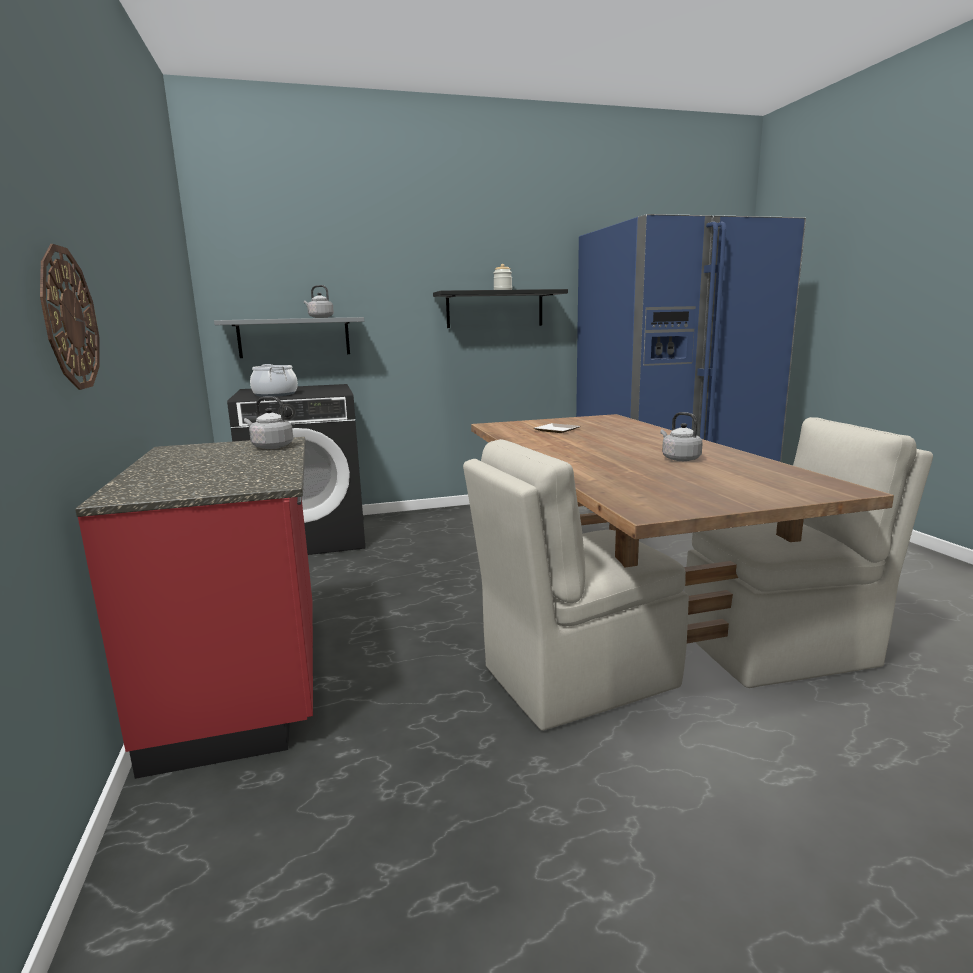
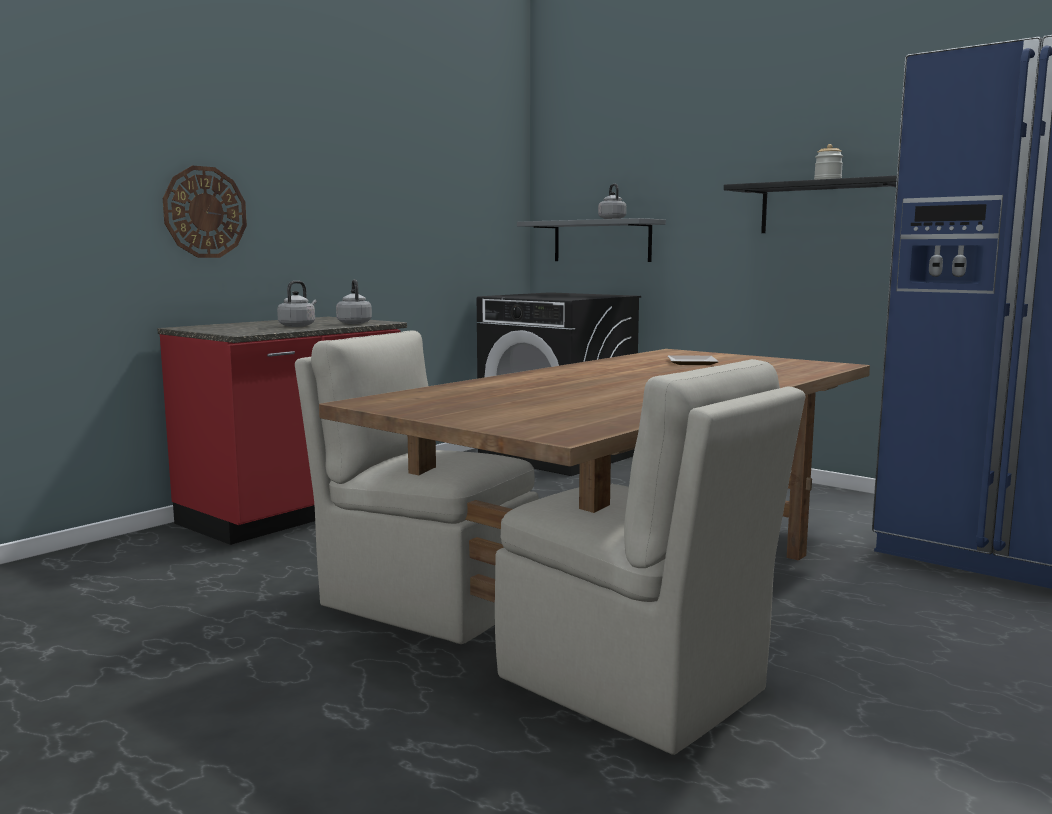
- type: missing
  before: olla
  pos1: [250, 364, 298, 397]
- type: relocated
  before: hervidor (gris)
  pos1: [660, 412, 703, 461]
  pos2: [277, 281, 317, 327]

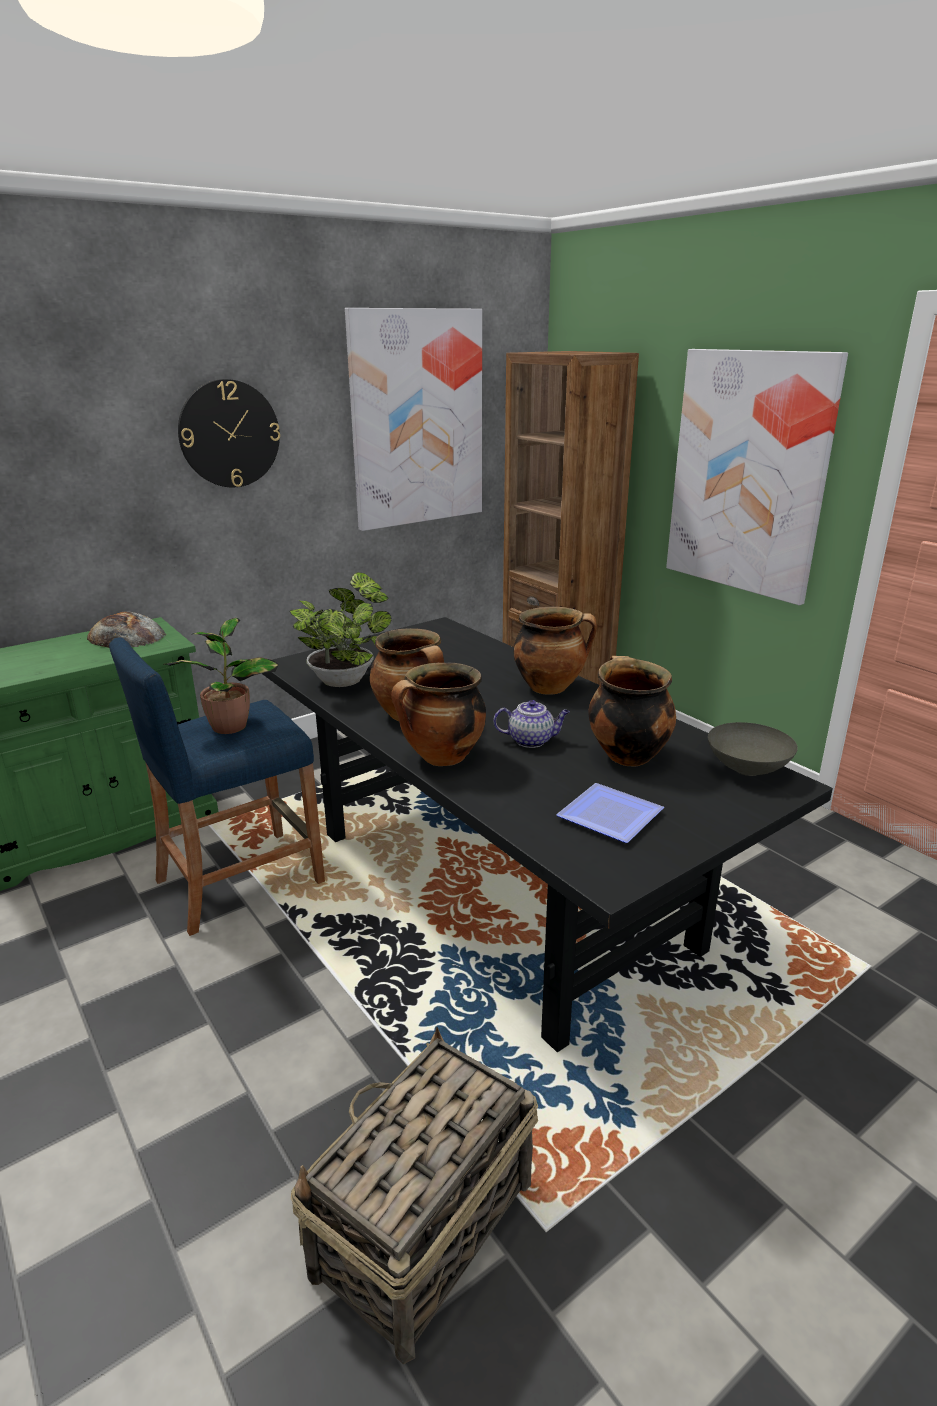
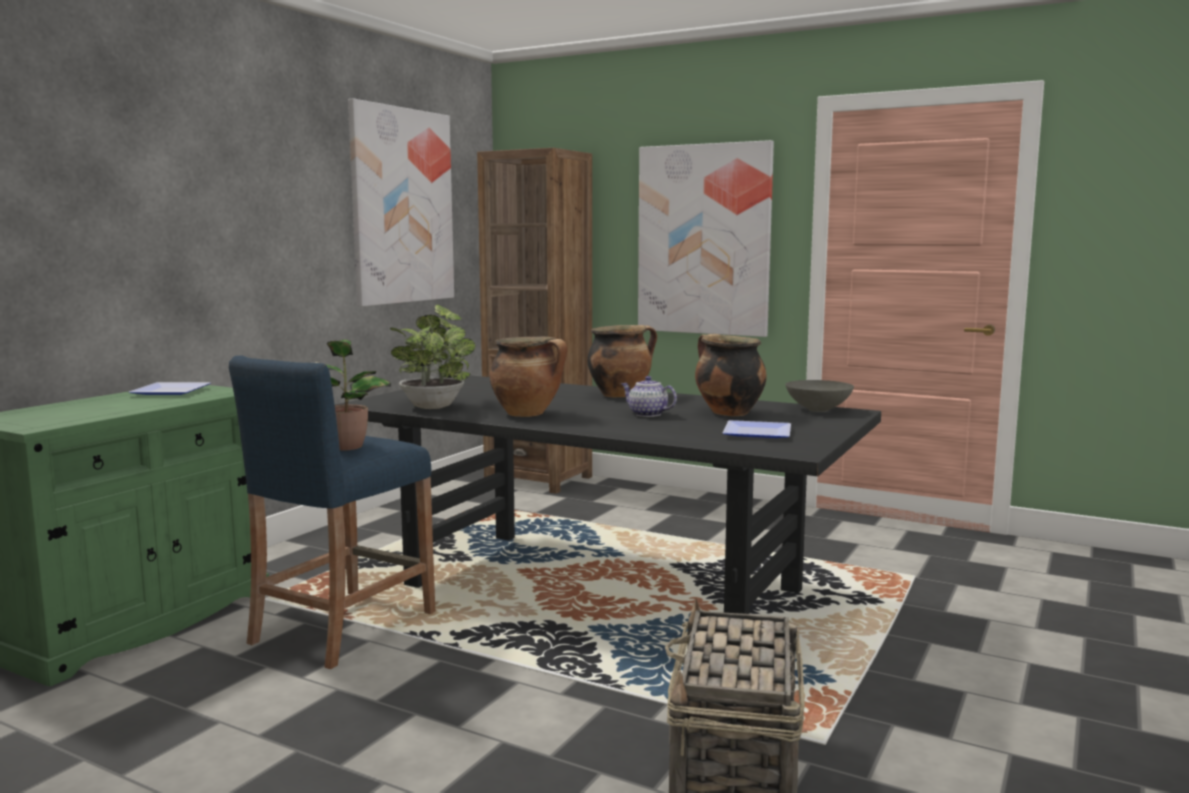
- type: exchanged
  before: pan
  after: plato
  pos1: [87, 611, 166, 648]
  pos2: [129, 382, 211, 395]
- type: missing
  before: reloj de pared
  pos1: [178, 379, 280, 487]
- type: missing
  before: olla
  pos1: [391, 663, 486, 766]
- type: spun
  before: tetera
  pos1: [493, 700, 570, 748]
  pos2: [621, 376, 677, 417]
  turn: -120

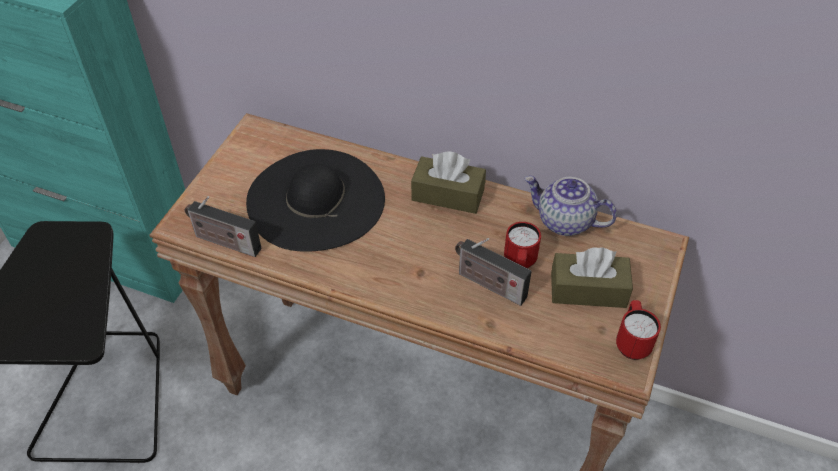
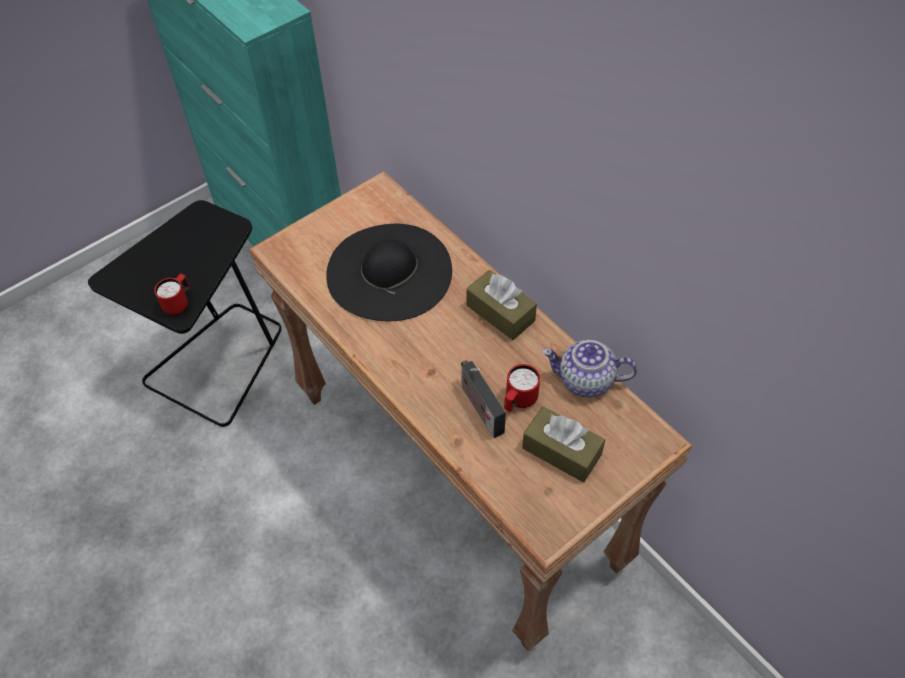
- type: missing
  before: radio
  pos1: [184, 196, 262, 257]
- type: spun
  before: tetera
  pos1: [524, 176, 617, 236]
  pos2: [542, 340, 637, 397]
  turn: -45
- type: relocated
  before: taza grande (rojo)
  pos1: [616, 300, 661, 360]
  pos2: [154, 274, 190, 315]

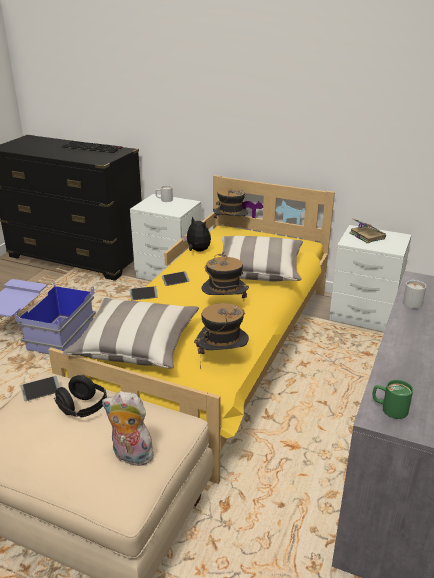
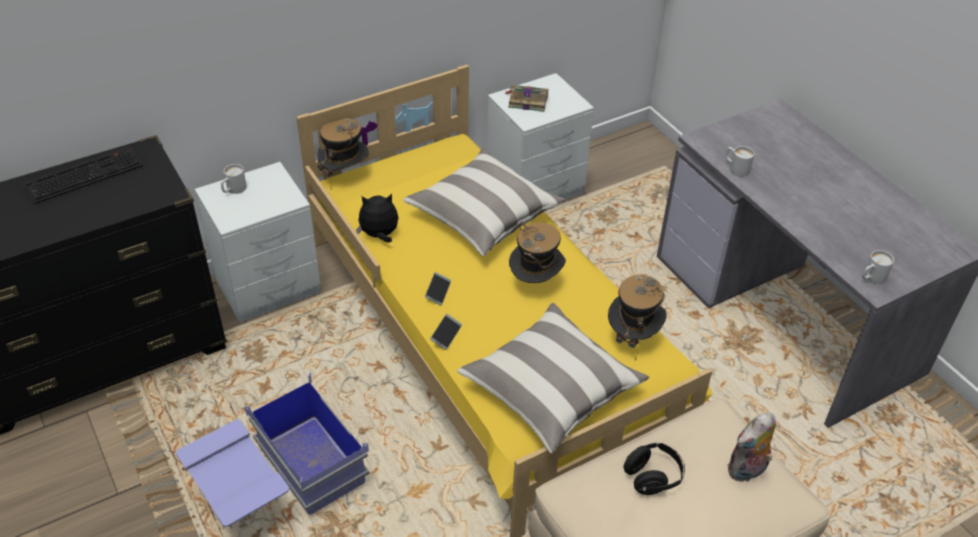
- type: missing
  before: móvil
  pos1: [21, 376, 60, 401]
- type: colour
  before: taza grande (verde)
  after: taza grande (blanco)
  pos1: [372, 380, 413, 419]
  pos2: [862, 250, 894, 284]

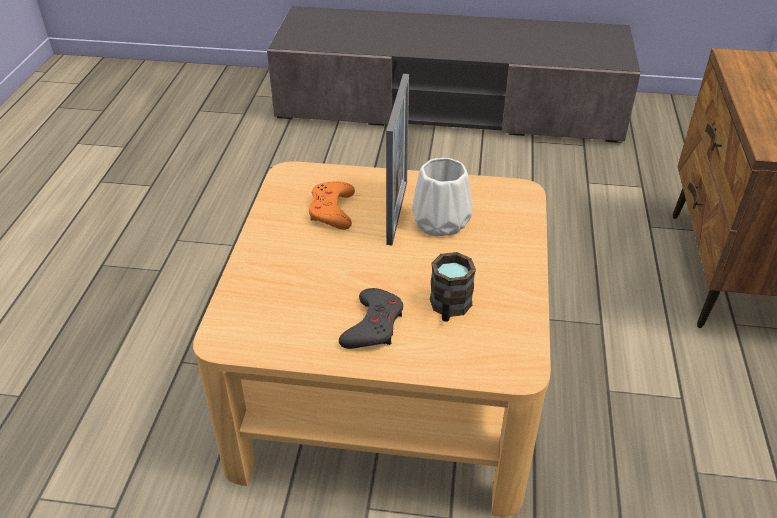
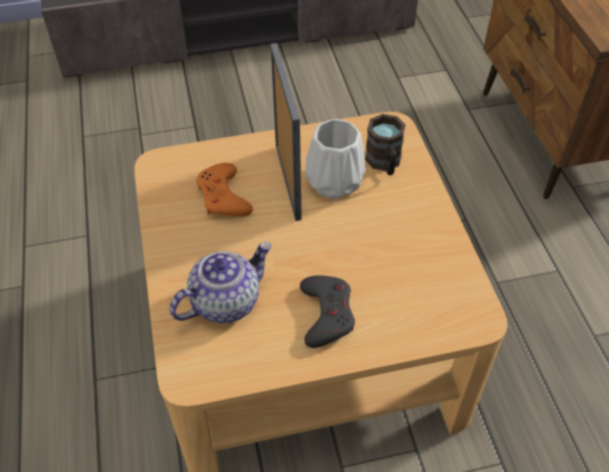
- type: relocated
  before: taza grande (marrón)
  pos1: [430, 252, 476, 322]
  pos2: [365, 114, 406, 175]
- type: appeared
  after: tetera
  pos2: [170, 242, 272, 323]

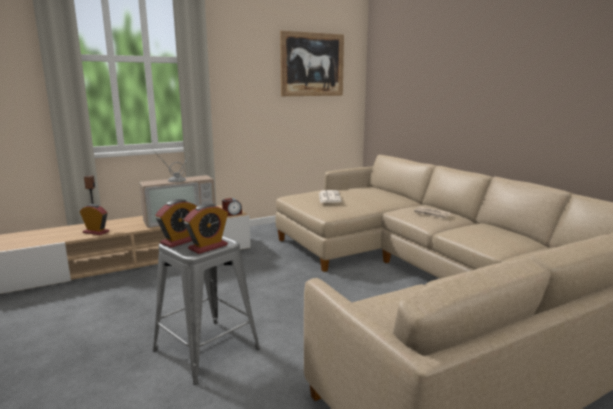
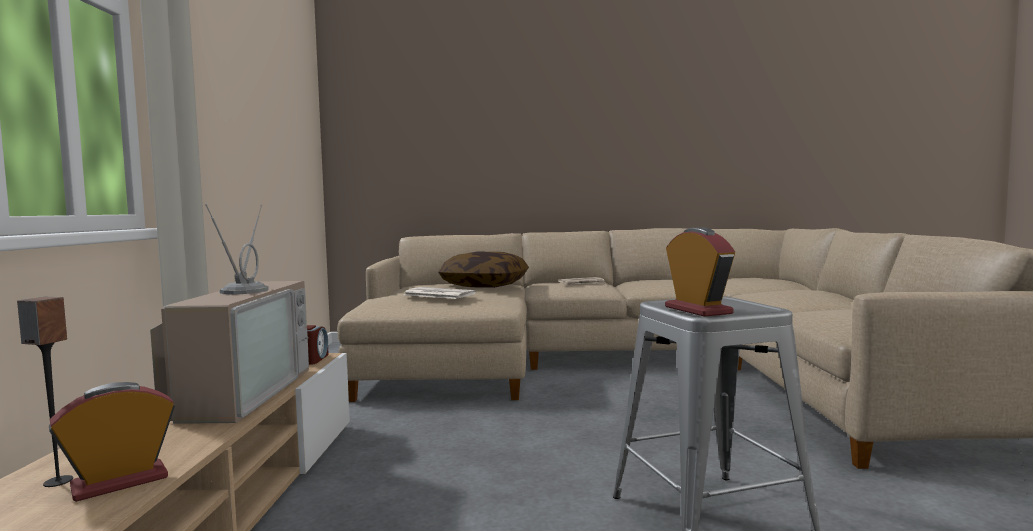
- type: missing
  before: despertador
  pos1: [183, 203, 228, 254]
- type: missing
  before: cuadro
  pos1: [280, 31, 344, 96]
- type: appeared
  after: cojín
  pos2: [438, 252, 529, 288]

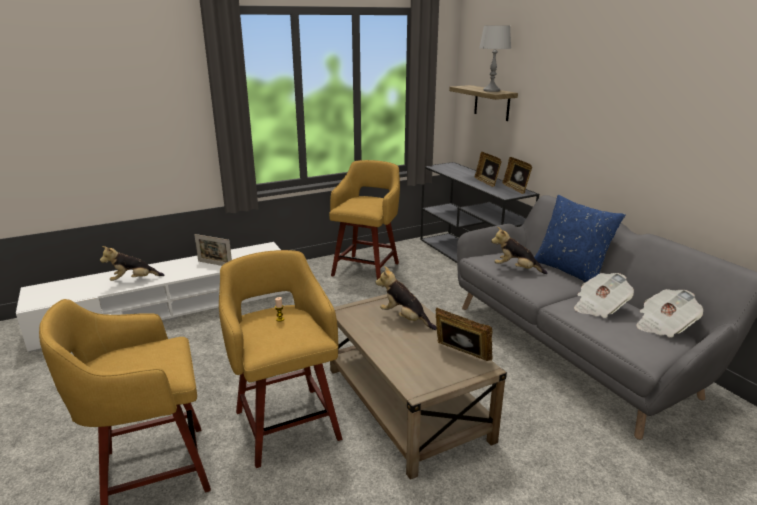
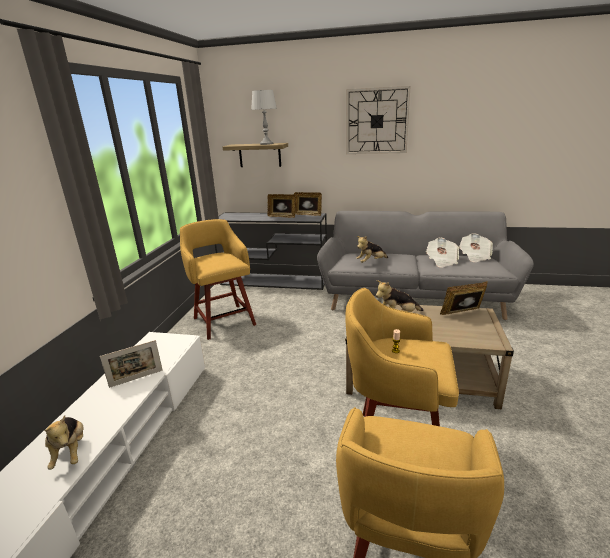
- type: spun
  before: peluche
  pos1: [100, 246, 165, 281]
  pos2: [44, 415, 83, 470]
  turn: -45
- type: missing
  before: cojín (azul)
  pos1: [534, 195, 625, 282]
- type: appeared
  after: reloj de pared
  pos2: [346, 86, 410, 154]

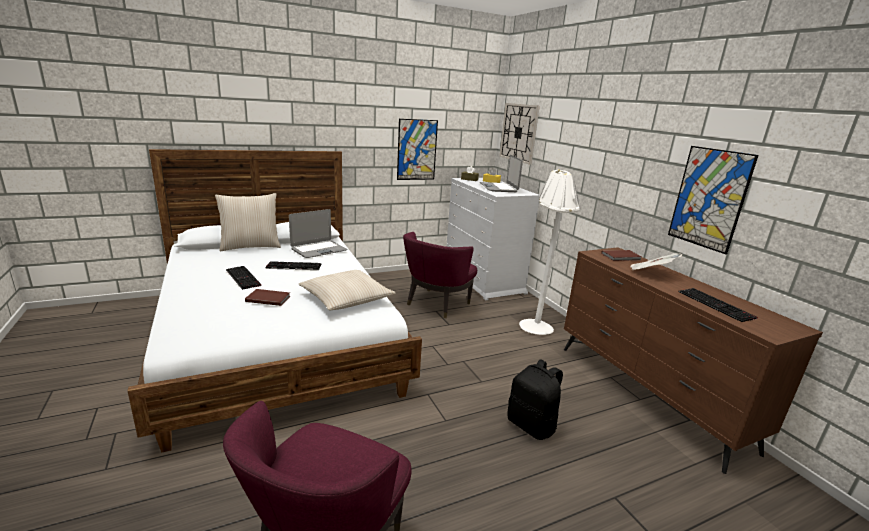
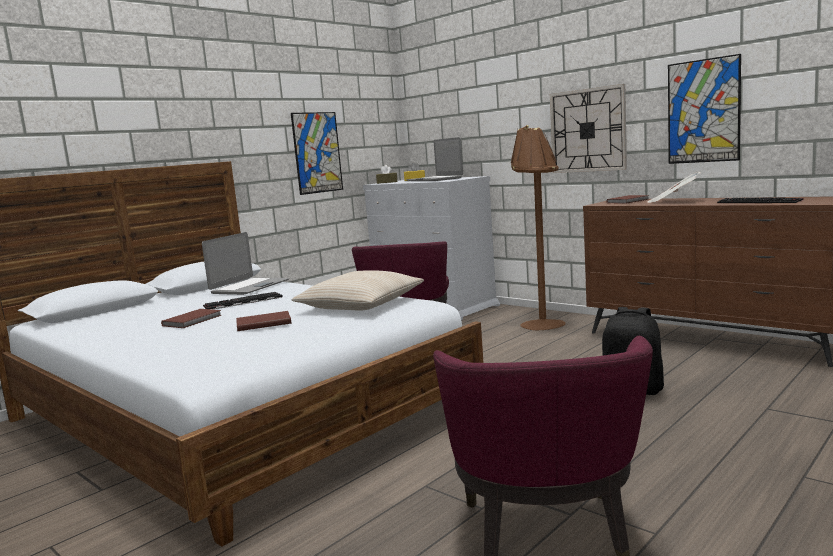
- type: missing
  before: cojín (beis)
  pos1: [215, 193, 281, 251]
- type: exchanged
  before: teclado
  after: libro (marrón)
  pos1: [226, 266, 261, 290]
  pos2: [161, 309, 222, 328]
- type: relocated
  before: reloj de pared
  pos1: [500, 103, 540, 165]
  pos2: [550, 84, 627, 173]
- type: colour
  before: lámpara de pie (blanco)
  after: lámpara de pie (marrón)
  pos1: [519, 169, 580, 335]
  pos2: [511, 125, 566, 330]

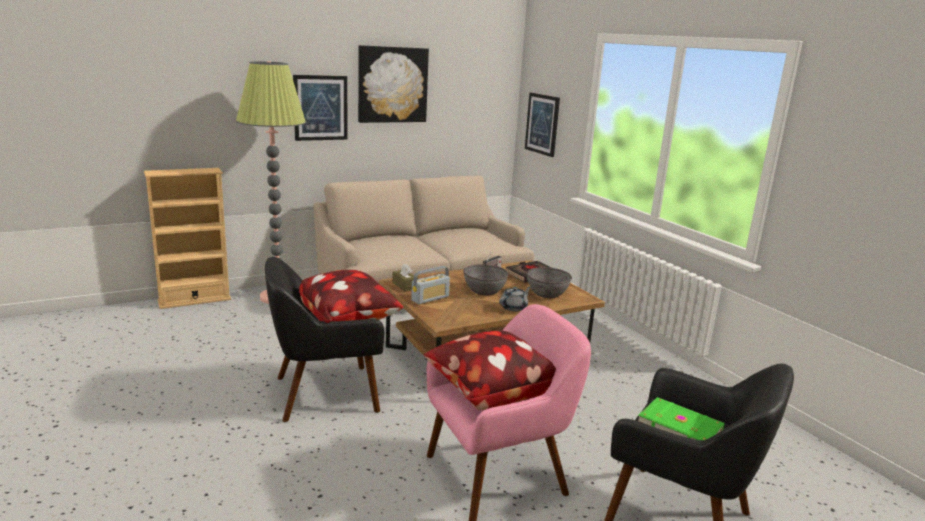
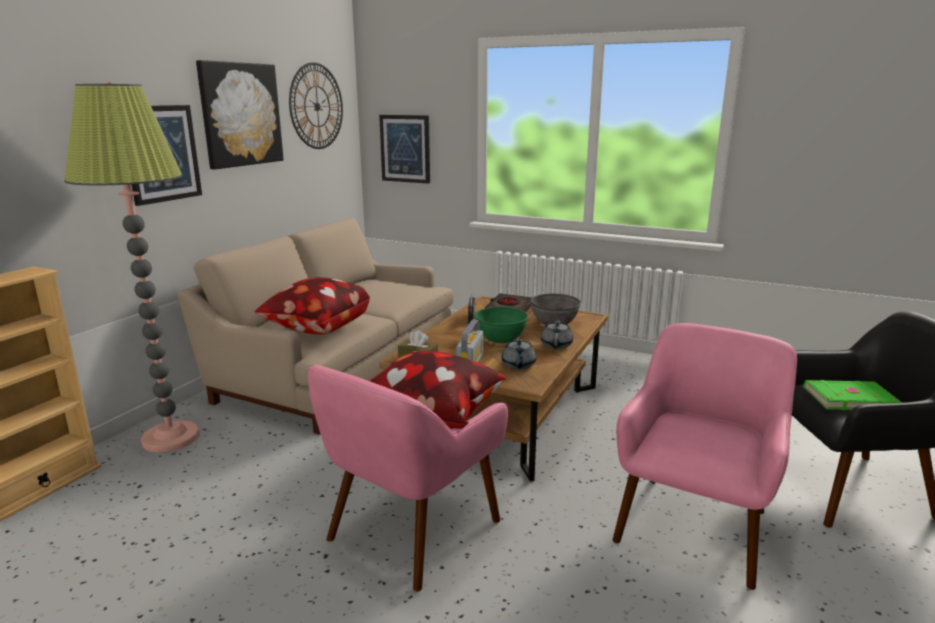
- type: colour
  before: sillón (negro)
  after: sillón (rosa)
  pos1: [265, 257, 384, 422]
  pos2: [308, 365, 508, 592]
- type: relocated
  before: cojín
  pos1: [424, 330, 556, 410]
  pos2: [255, 277, 370, 335]
- type: colour
  before: cuenco (gris)
  after: cuenco (verde)
  pos1: [463, 264, 509, 296]
  pos2: [474, 307, 528, 343]
- type: appeared
  after: reloj de pared
  pos2: [289, 62, 343, 149]
- type: appeared
  after: tetera (gris)
  pos2: [502, 339, 536, 369]

